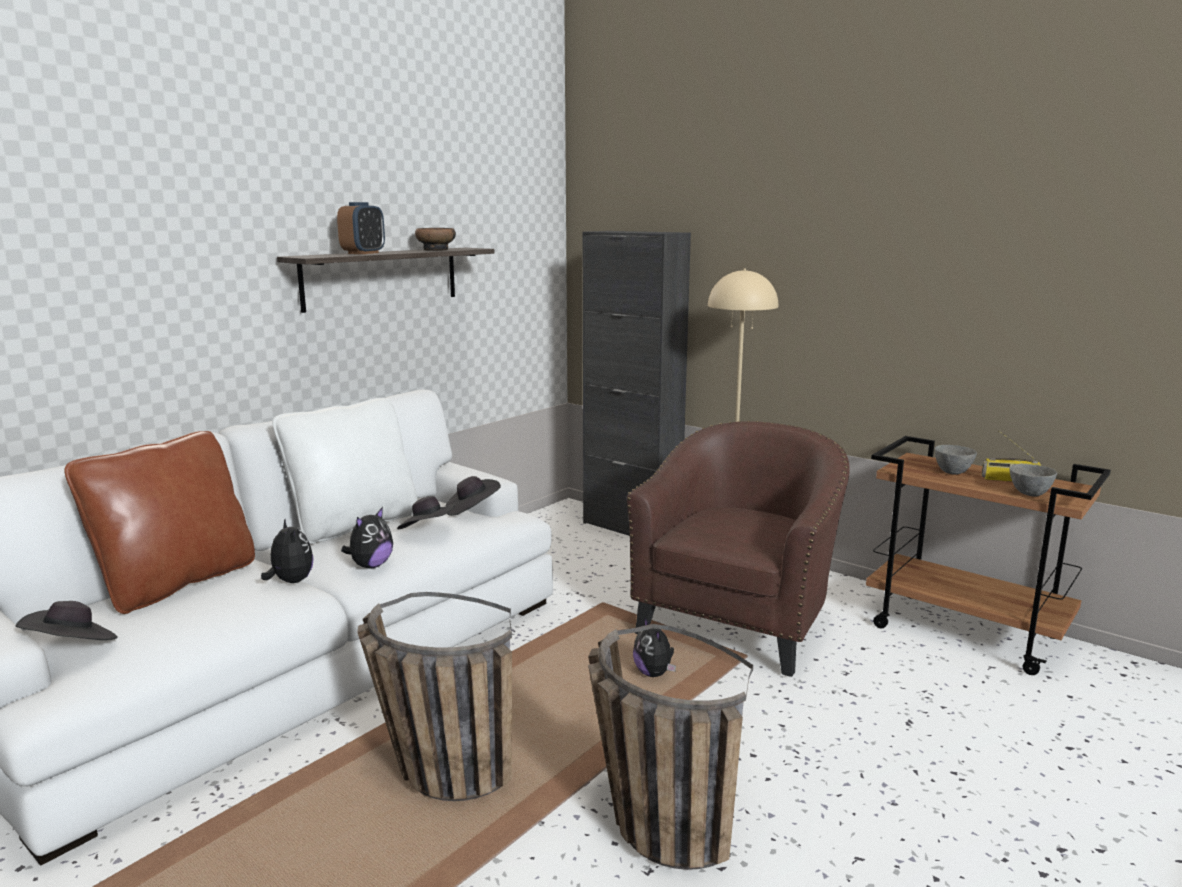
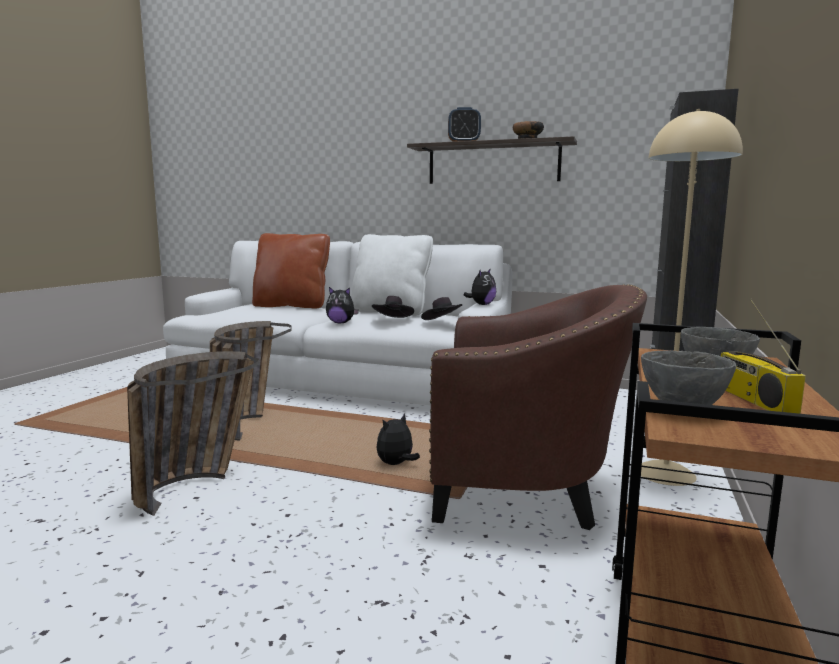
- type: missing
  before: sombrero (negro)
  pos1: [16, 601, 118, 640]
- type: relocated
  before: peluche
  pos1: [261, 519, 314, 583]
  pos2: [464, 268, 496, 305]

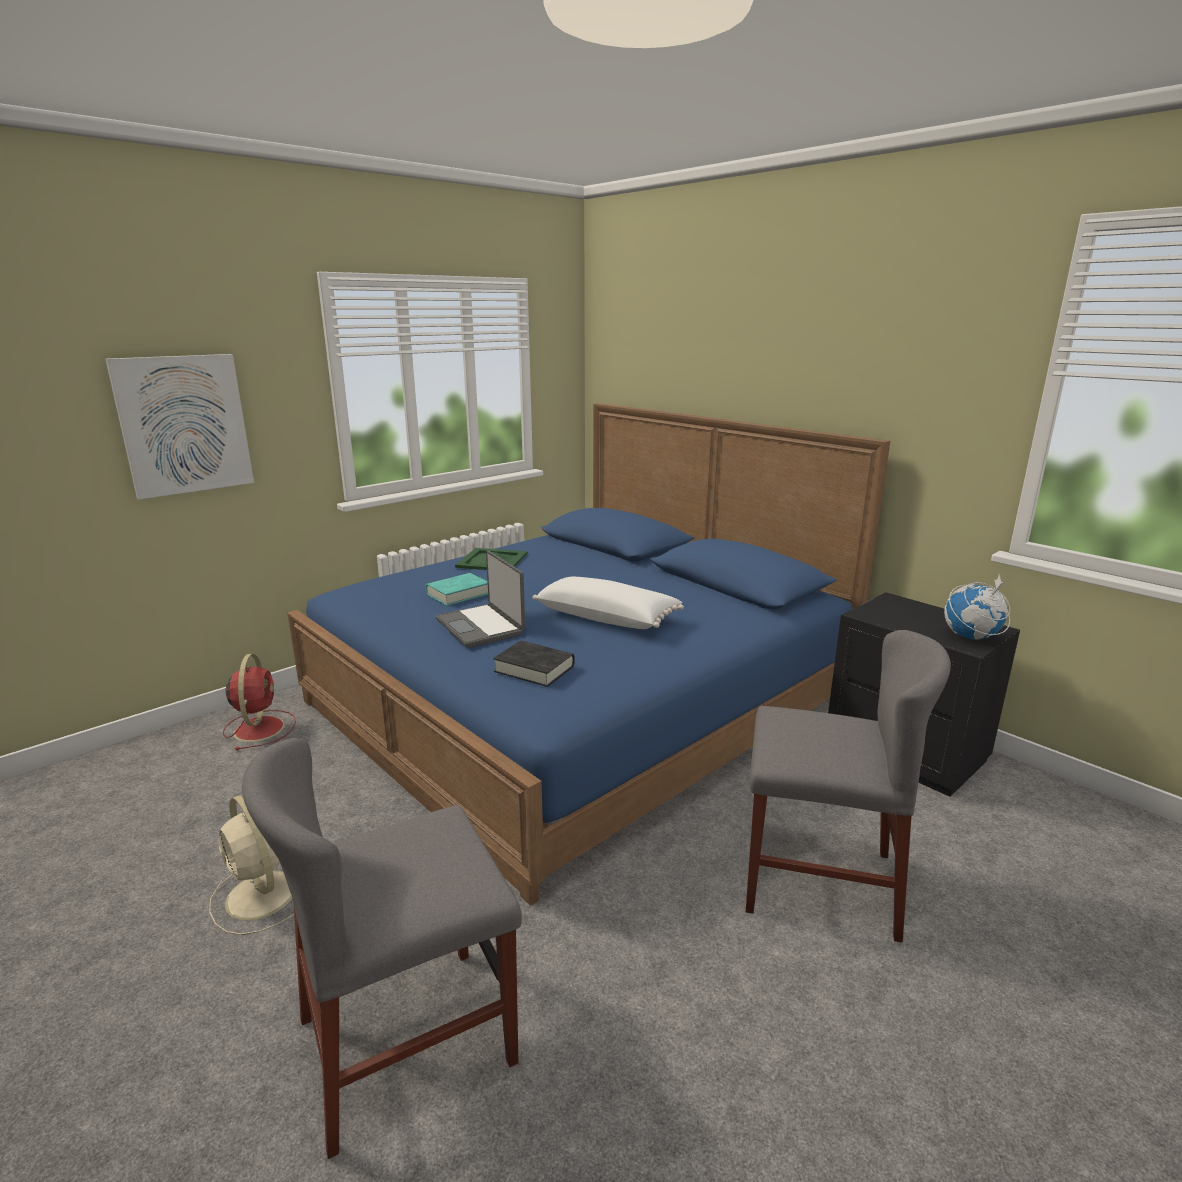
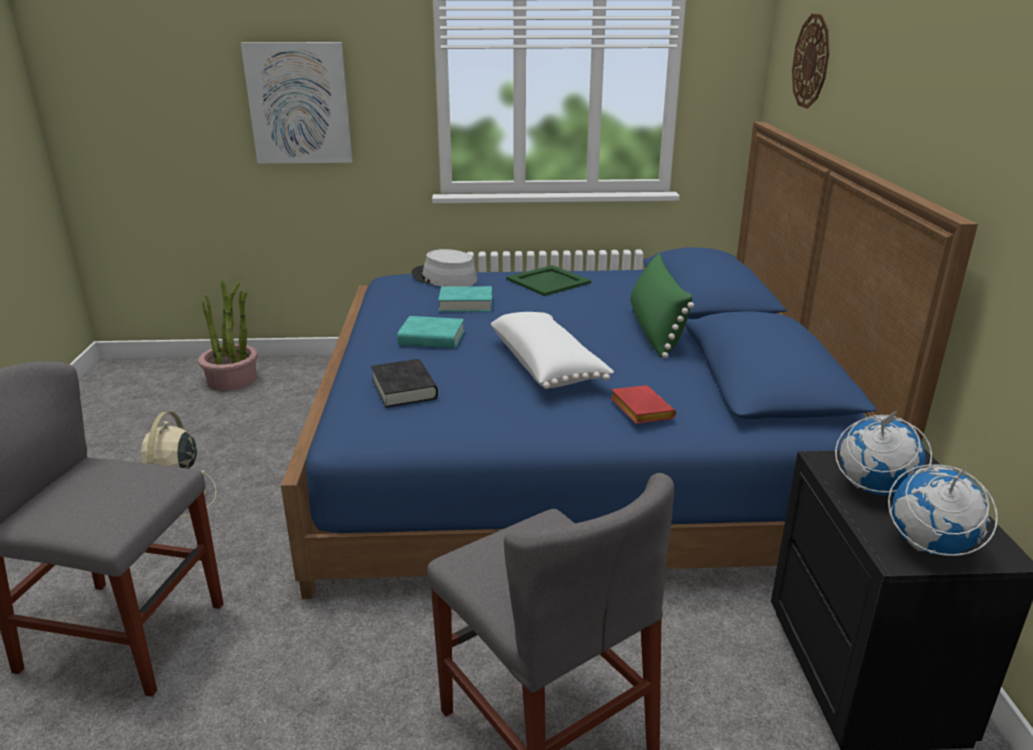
- type: missing
  before: ventilador (rojo)
  pos1: [223, 654, 296, 750]
- type: exchanged
  before: portátil
  after: libro (turquesa)
  pos1: [436, 550, 525, 648]
  pos2: [397, 316, 464, 348]
- type: appeared
  after: planta en maceta
  pos2: [198, 280, 258, 390]
- type: appeared
  after: sombrero (gris)
  pos2: [412, 249, 477, 287]
- type: appeared
  after: libro (rojo)
  pos2: [610, 385, 676, 424]
- type: appeared
  after: cojín (verde)
  pos2: [630, 253, 694, 358]
- type: appeared
  after: reloj de pared
  pos2: [792, 14, 830, 109]
- type: appeared
  after: globo terráqueo
  pos2: [835, 410, 932, 495]

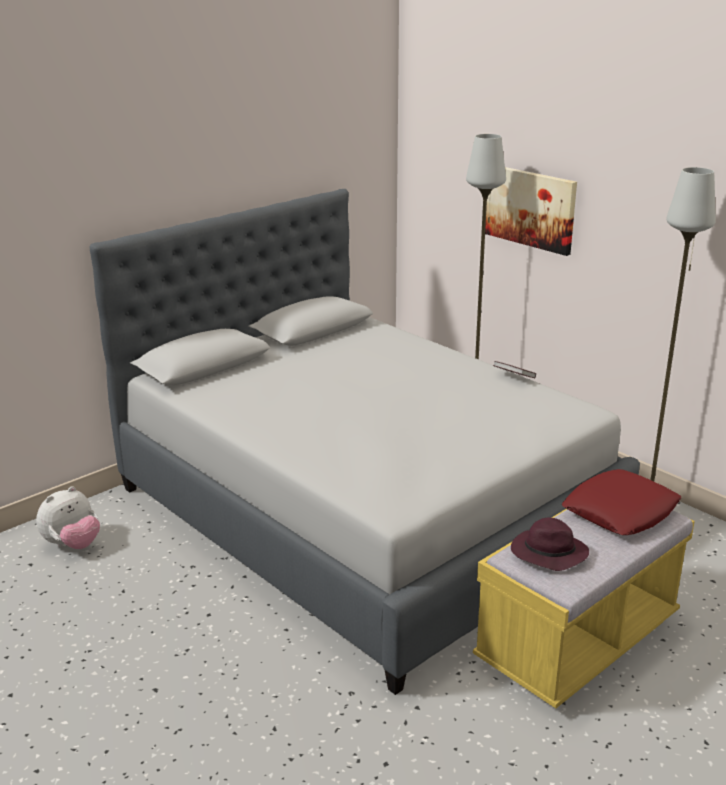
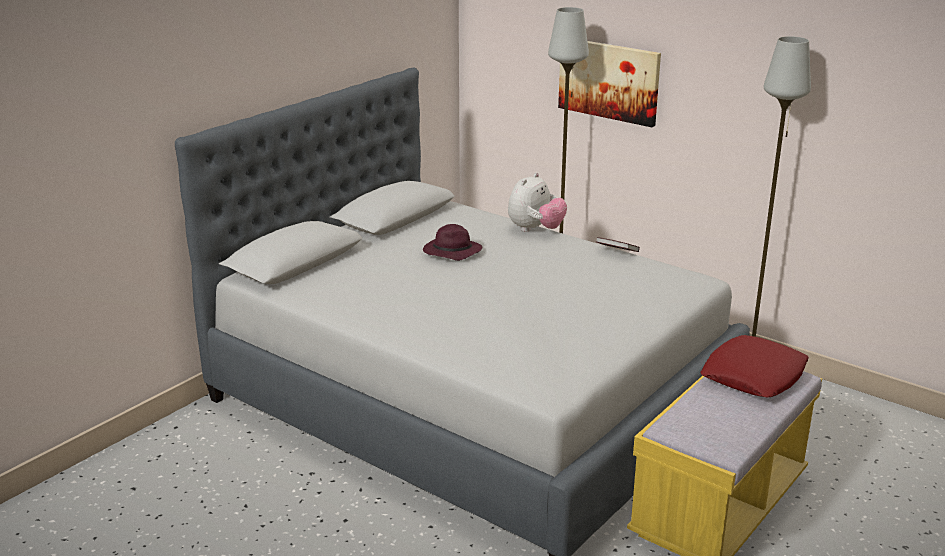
- type: relocated
  before: peluche
  pos1: [36, 486, 100, 549]
  pos2: [508, 173, 567, 232]
- type: relocated
  before: sombrero (morado)
  pos1: [511, 518, 589, 571]
  pos2: [423, 224, 482, 261]

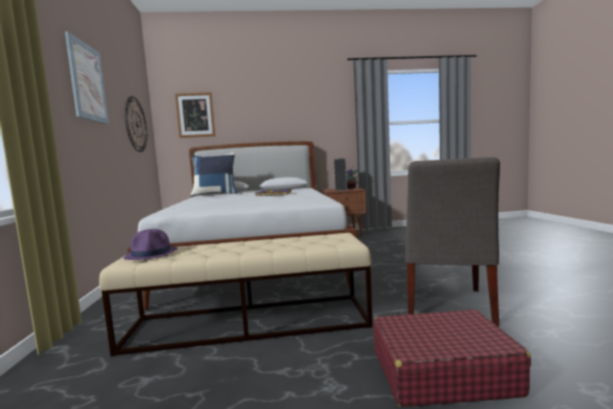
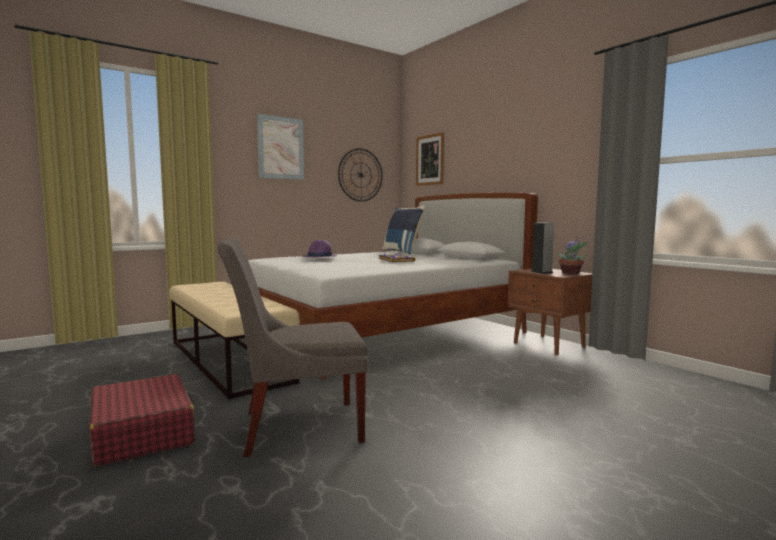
- type: relocated
  before: sombrero (morado)
  pos1: [123, 229, 178, 260]
  pos2: [303, 240, 337, 257]

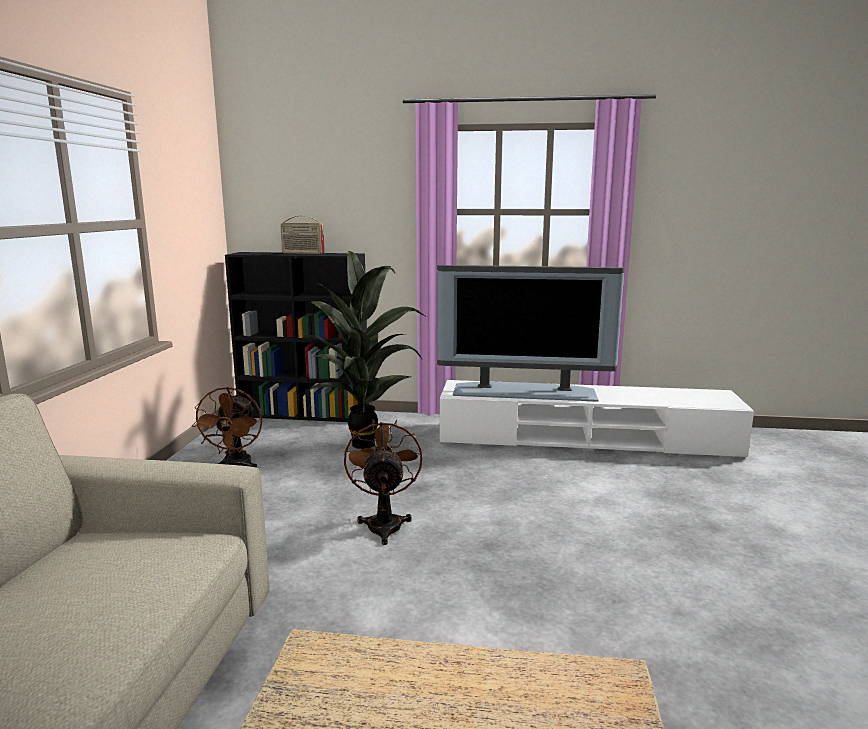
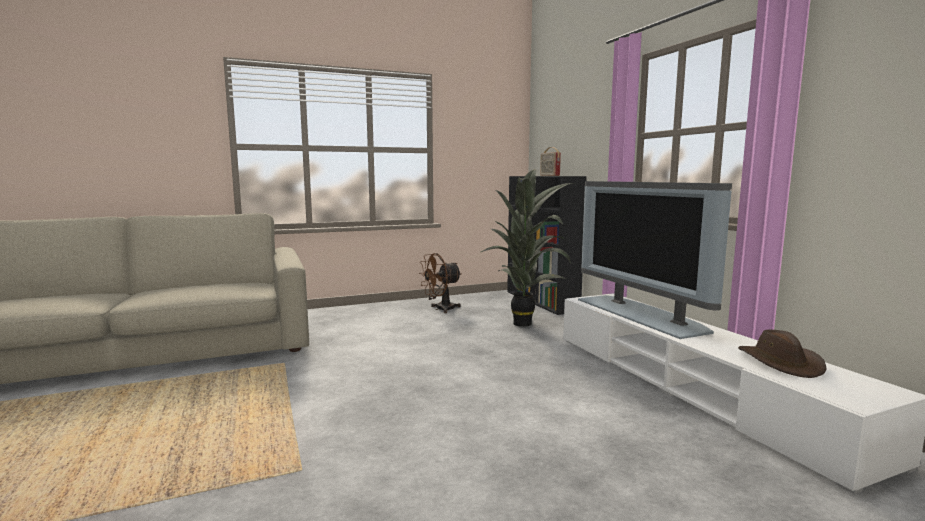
- type: missing
  before: ventilador (marrón)
  pos1: [344, 419, 422, 545]
- type: appeared
  after: sombrero (marrón)
  pos2: [738, 330, 826, 378]

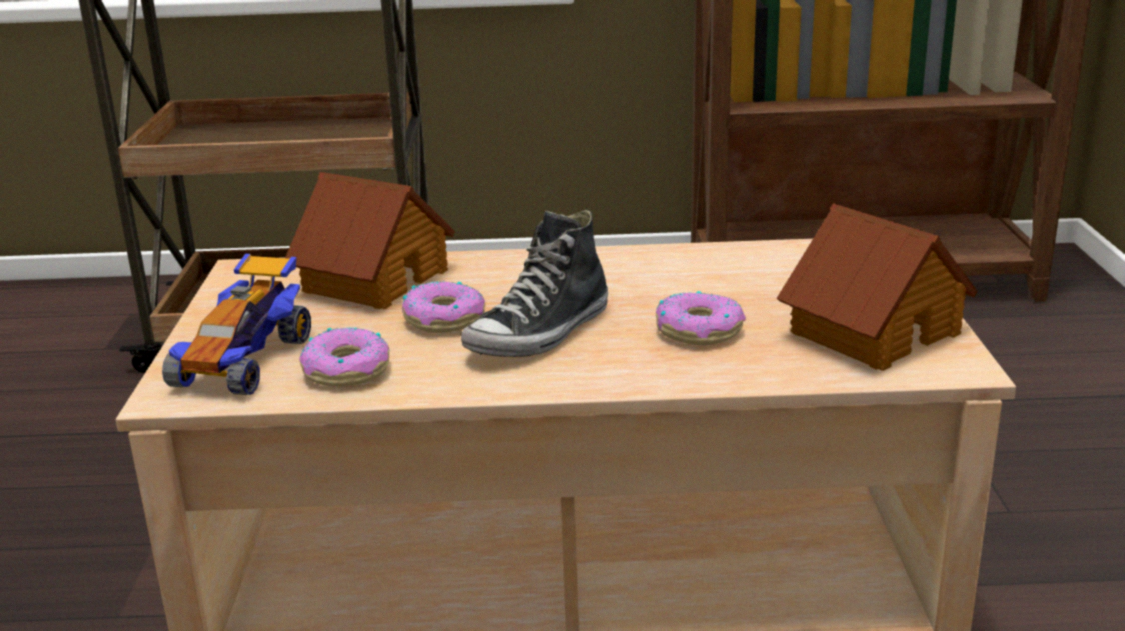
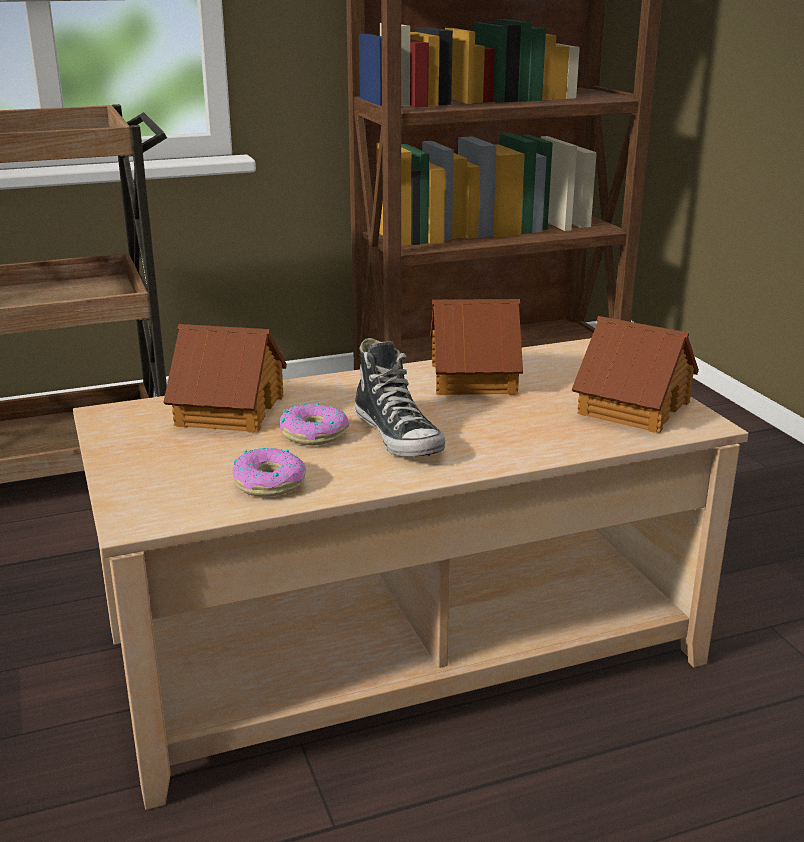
- type: missing
  before: coche de juguete
  pos1: [162, 254, 311, 395]
- type: spun
  before: zapato
  pos1: [461, 210, 608, 357]
  pos2: [355, 338, 445, 457]
  turn: -45
- type: missing
  before: rosquilla
  pos1: [656, 291, 746, 345]
- type: appeared
  after: casita
  pos2: [431, 299, 523, 395]

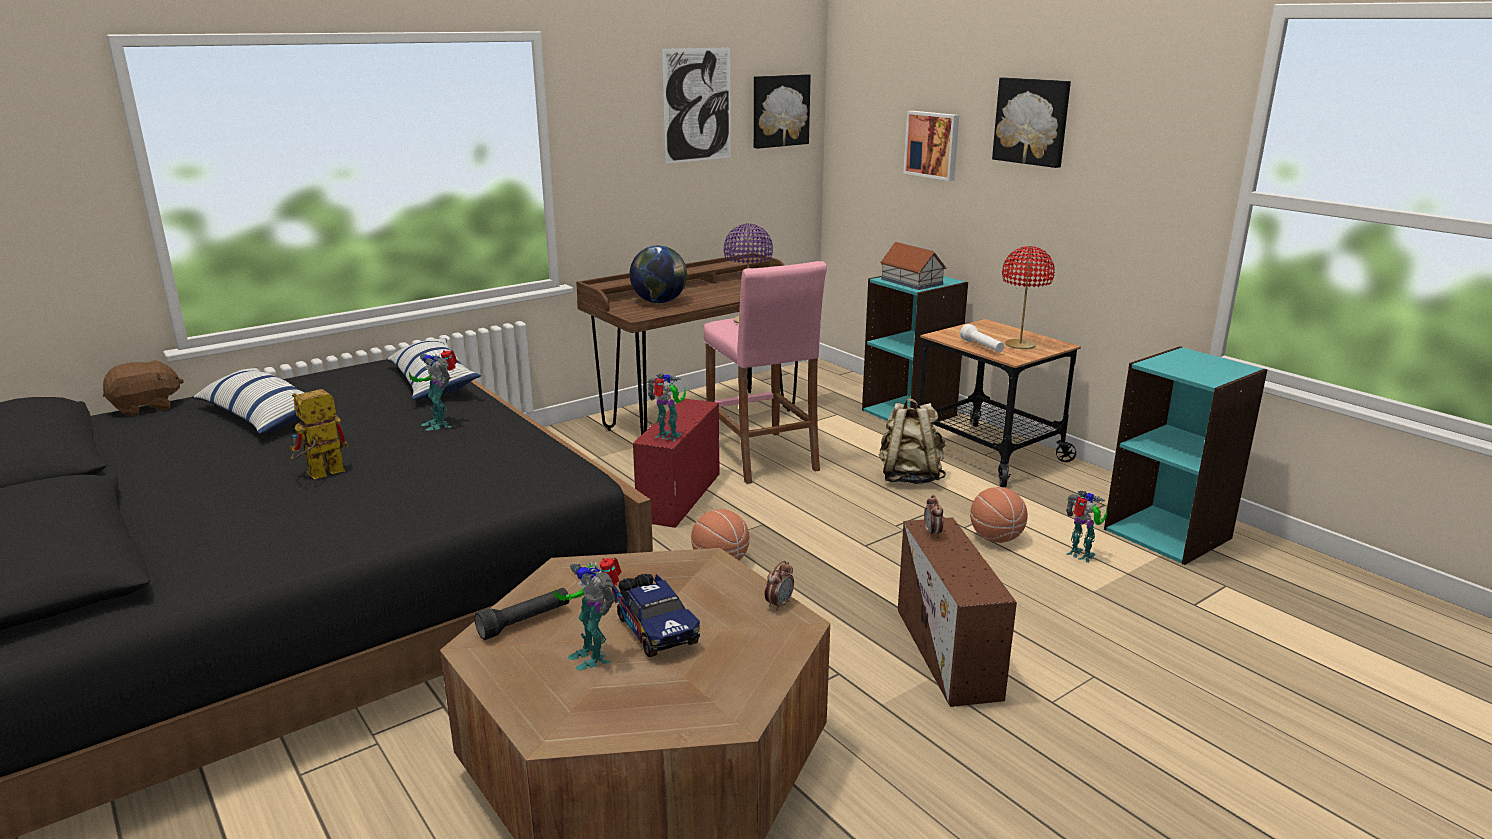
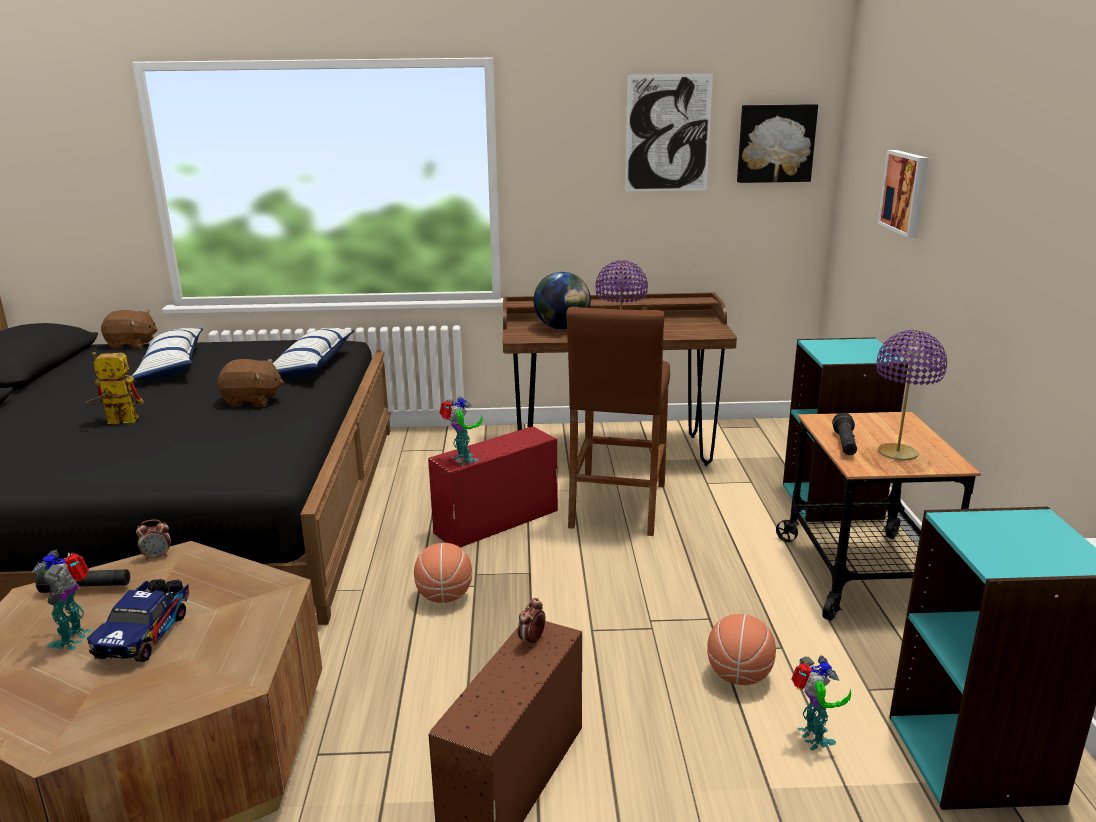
- type: exchanged
  before: robot de juguete
  after: peluche (marrón)
  pos1: [409, 350, 458, 431]
  pos2: [218, 359, 284, 407]
- type: colour
  before: taburete (rosa)
  after: taburete (marrón)
  pos1: [704, 261, 827, 484]
  pos2: [566, 307, 670, 536]
- type: relocated
  before: despertador
  pos1: [764, 561, 794, 611]
  pos2: [136, 520, 171, 560]
- type: missing
  before: mochila (beis)
  pos1: [878, 398, 946, 484]
- type: missing
  before: casita
  pos1: [880, 242, 947, 290]
- type: colour
  before: linterna (blanco)
  after: linterna (negro)
  pos1: [960, 324, 1004, 352]
  pos2: [832, 413, 857, 455]
- type: missing
  before: cuadro
  pos1: [992, 77, 1071, 168]
- type: colour
  before: lámpara de mesa (rojo)
  after: lámpara de mesa (morado)
  pos1: [1002, 246, 1055, 349]
  pos2: [876, 330, 947, 460]

